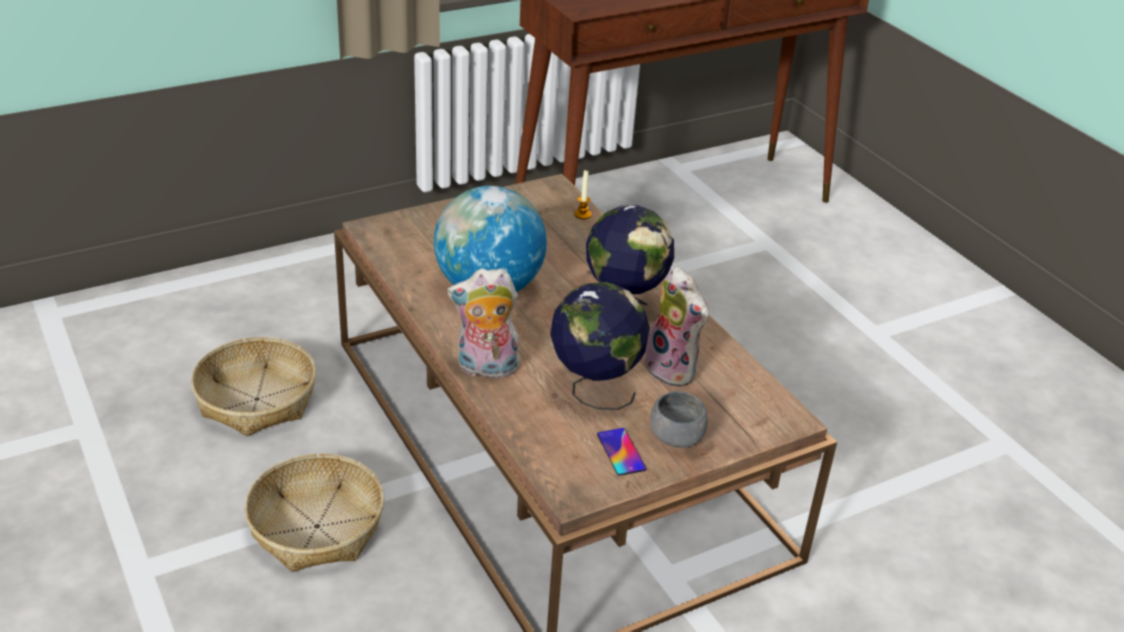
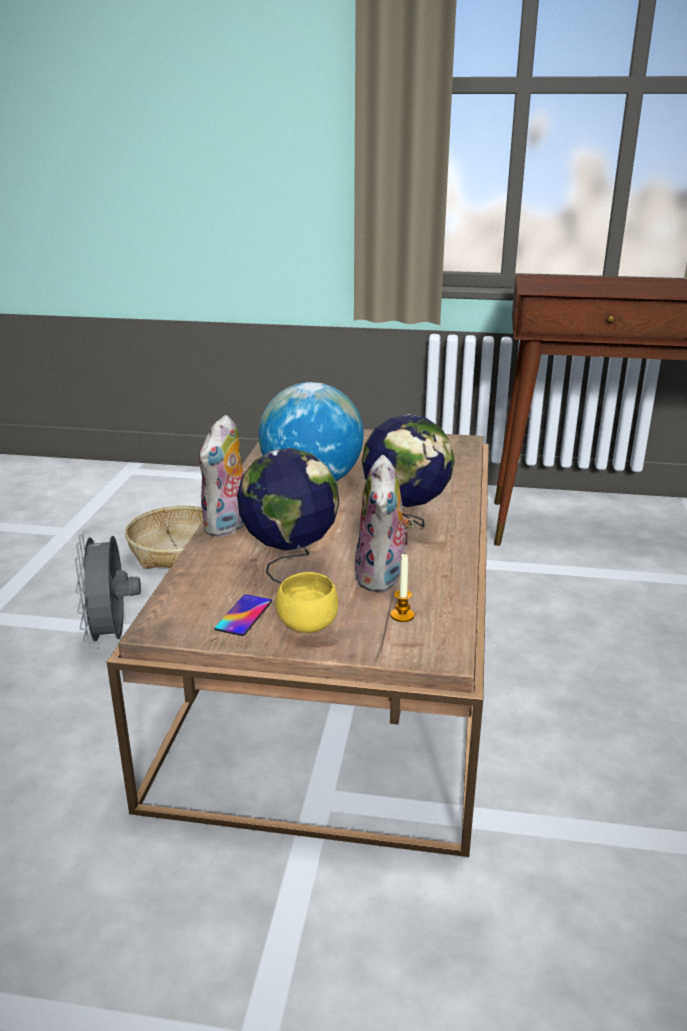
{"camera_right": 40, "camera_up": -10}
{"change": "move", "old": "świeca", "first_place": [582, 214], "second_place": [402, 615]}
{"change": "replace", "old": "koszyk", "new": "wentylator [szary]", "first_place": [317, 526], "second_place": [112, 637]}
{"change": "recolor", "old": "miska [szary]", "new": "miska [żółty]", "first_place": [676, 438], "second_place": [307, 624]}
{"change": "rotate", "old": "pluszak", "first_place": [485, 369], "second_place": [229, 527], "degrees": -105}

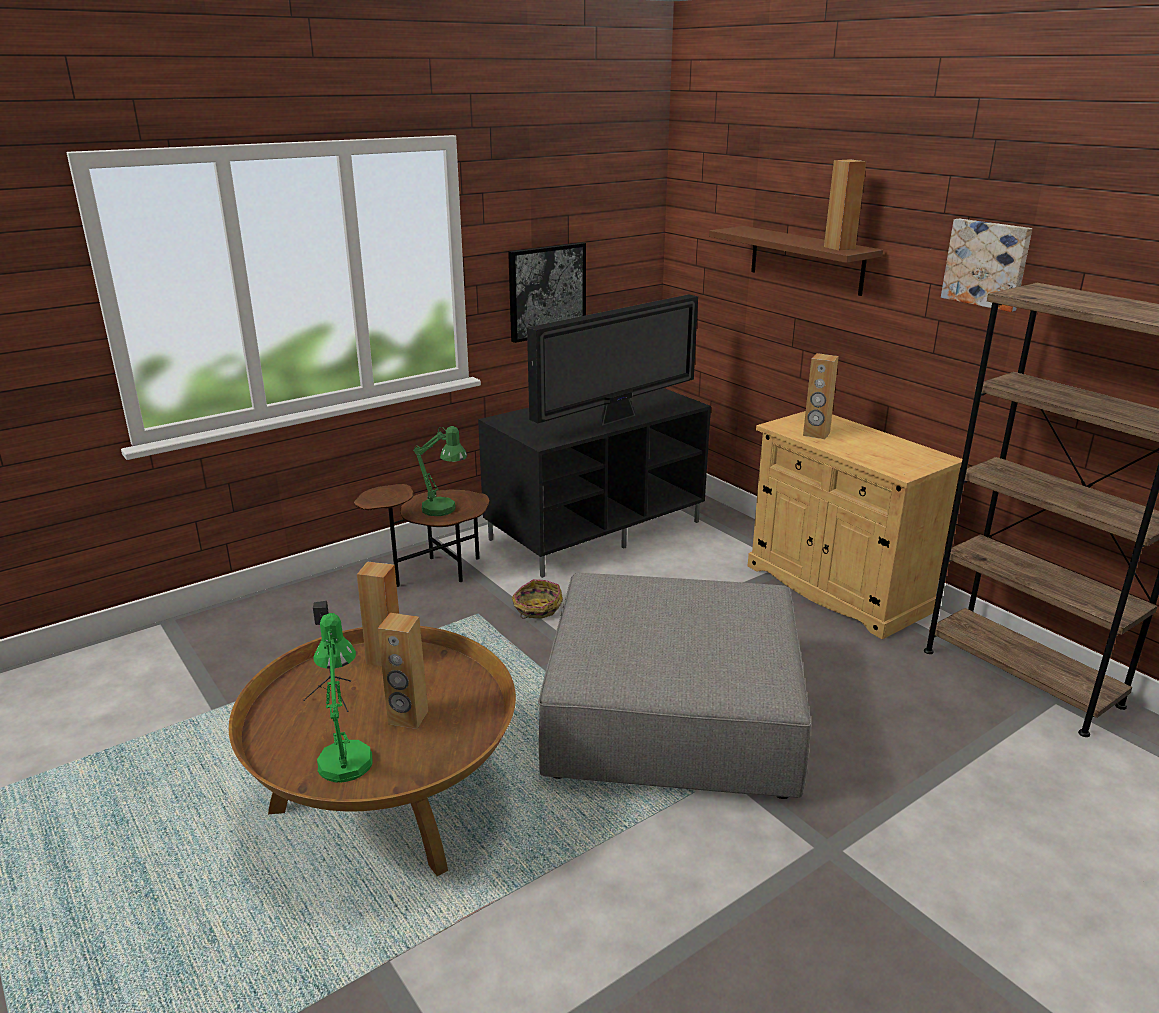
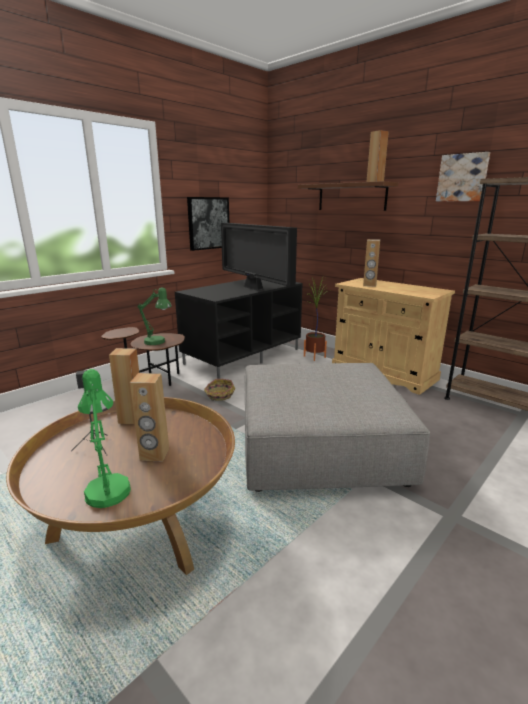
{"camera_right": -10, "camera_up": -5}
{"change": "insert", "new": "roślina doniczkowa", "second_place": [314, 356]}
{"change": "rotate", "old": "telewizor", "first_place": [617, 418], "second_place": [254, 288], "degrees": 105}

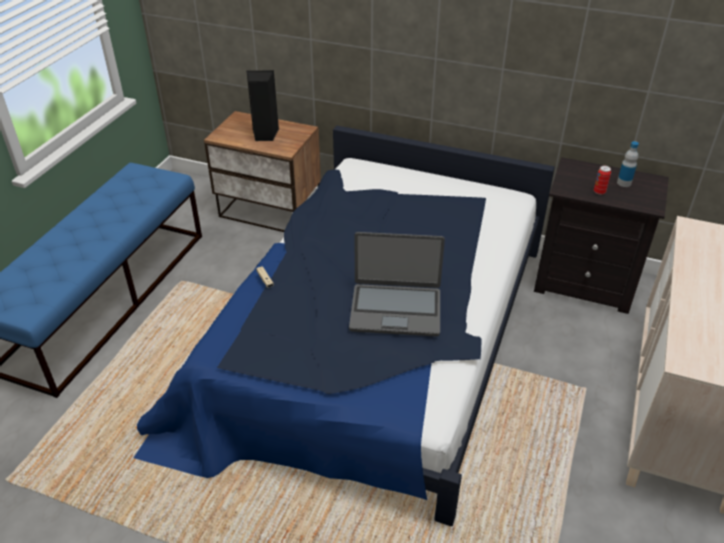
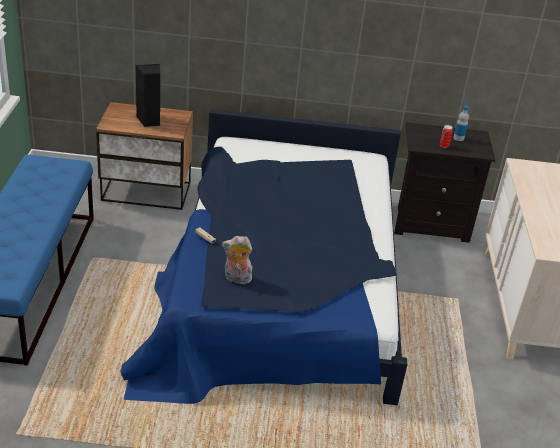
{"camera_right": -20, "camera_up": -5}
{"change": "delete", "old": "laptop", "first_place": [395, 310]}
{"change": "insert", "new": "pluszak", "second_place": [236, 279]}

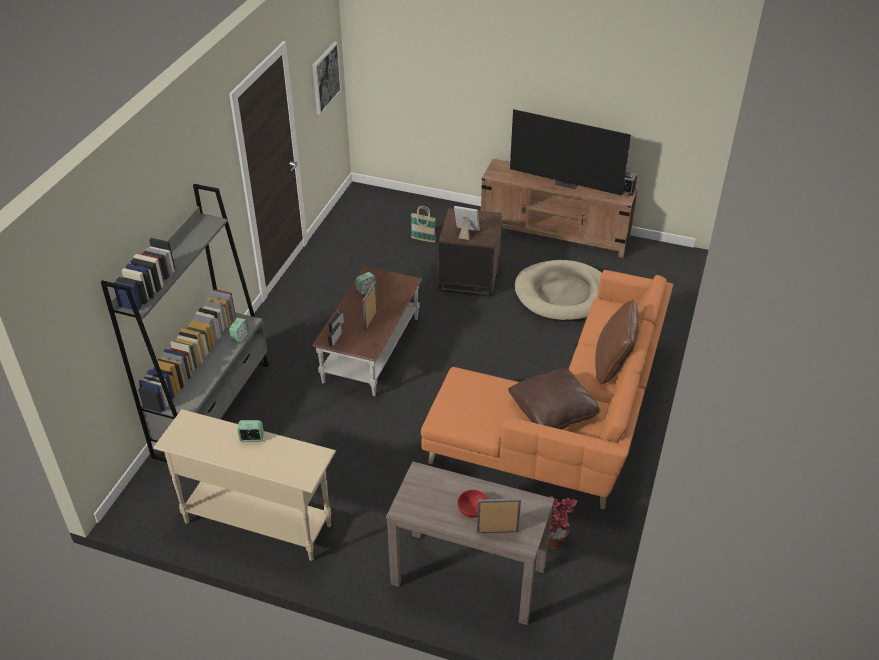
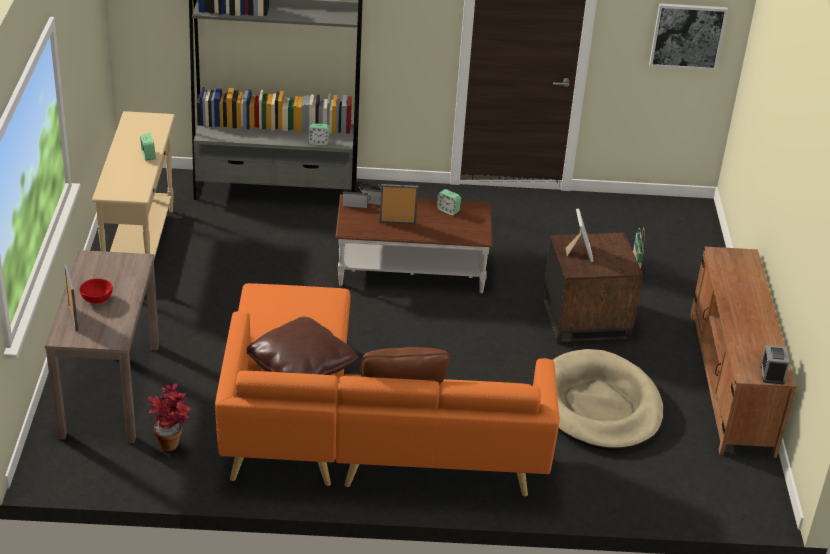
{"camera_right": 70, "camera_up": -5}
{"change": "delete", "old": "telewizor", "first_place": [567, 183]}

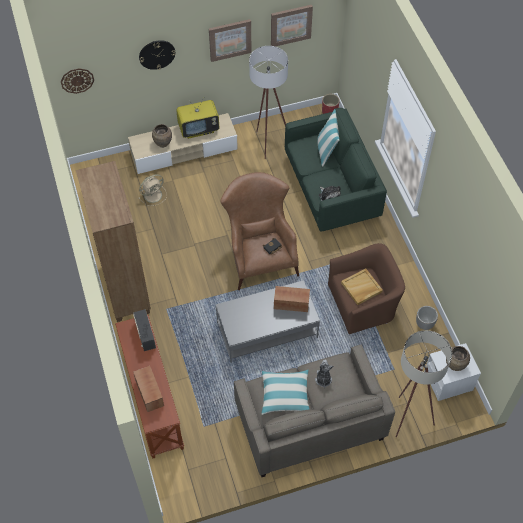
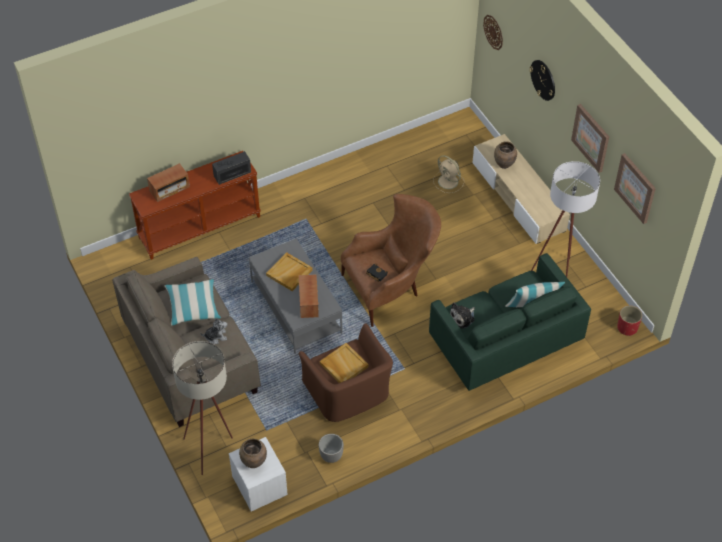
{"camera_right": 80, "camera_up": -5}
{"change": "delete", "old": "regał [brązowy]", "first_place": [126, 288]}
{"change": "delete", "old": "telewizor", "first_place": [199, 129]}
{"change": "insert", "new": "taca [beżowy]", "second_place": [289, 273]}

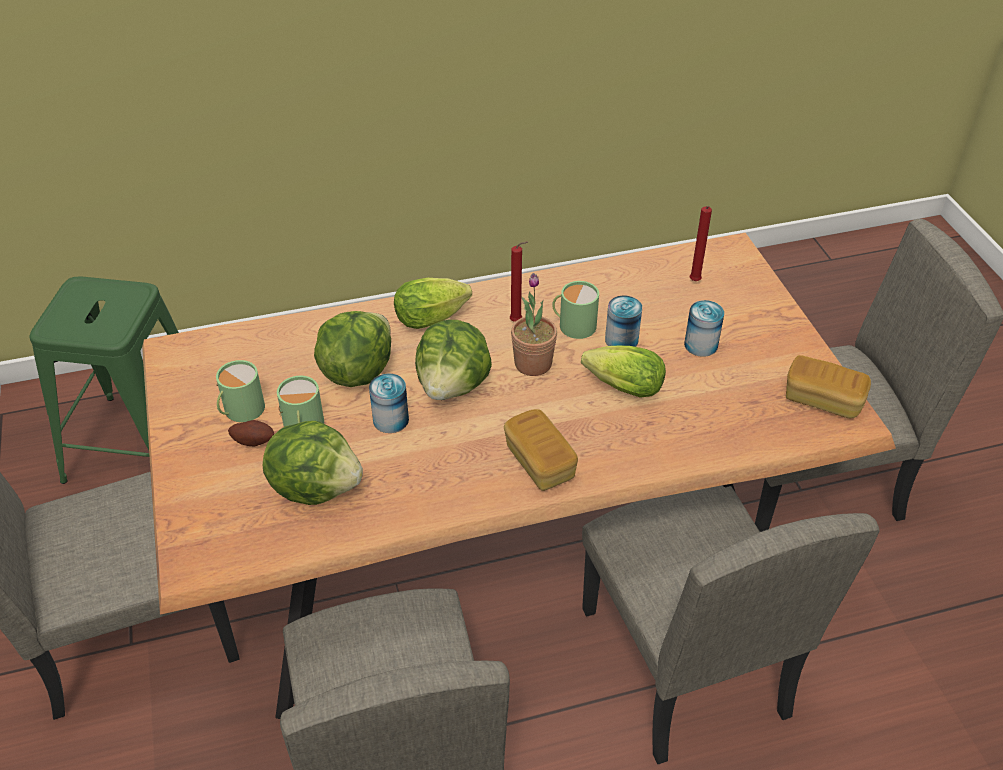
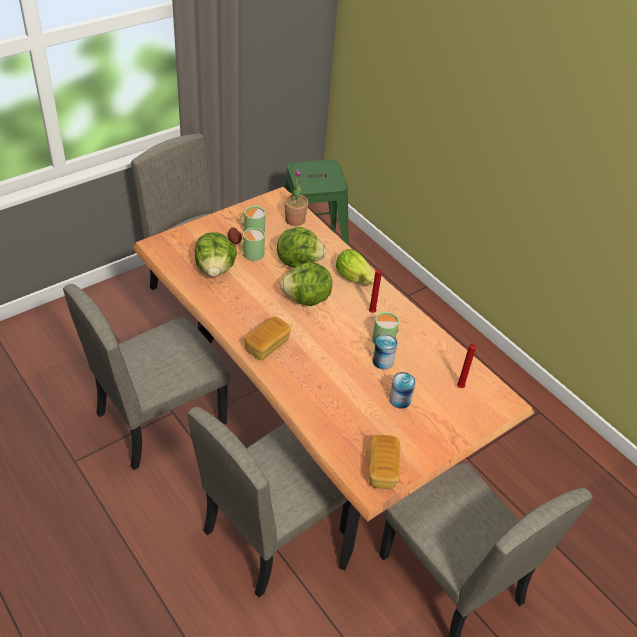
{"camera_right": 65, "camera_up": 0}
{"change": "delete", "old": "puszka", "first_place": [390, 420]}
{"change": "delete", "old": "sałata", "first_place": [619, 387]}
{"change": "move", "old": "roślina doniczkowa", "first_place": [533, 363], "second_place": [295, 220]}

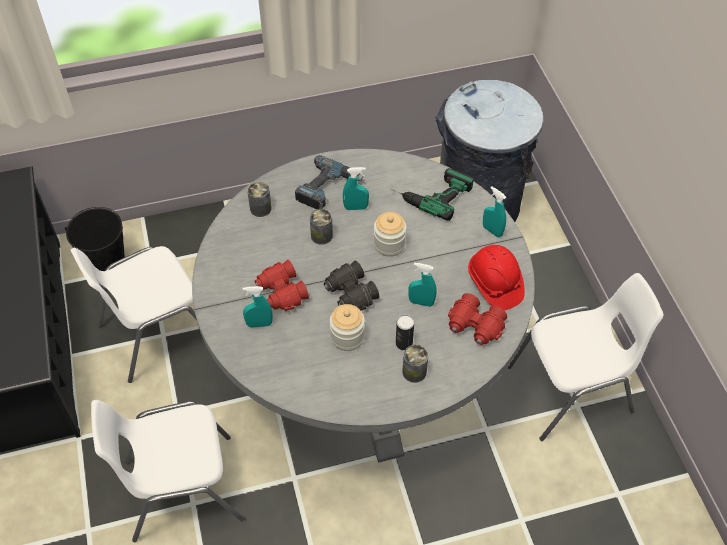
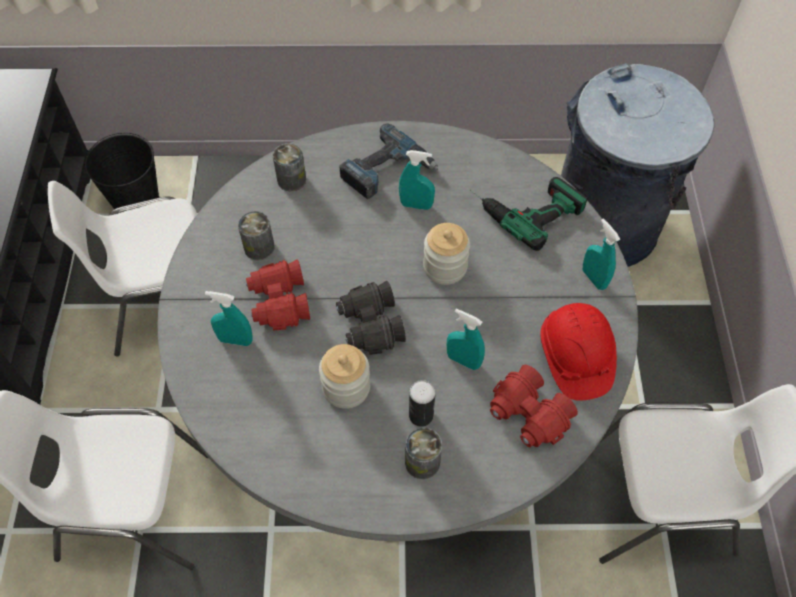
{"camera_right": 15, "camera_up": 5}
{"change": "move", "old": "puszka", "first_place": [321, 235], "second_place": [259, 247]}

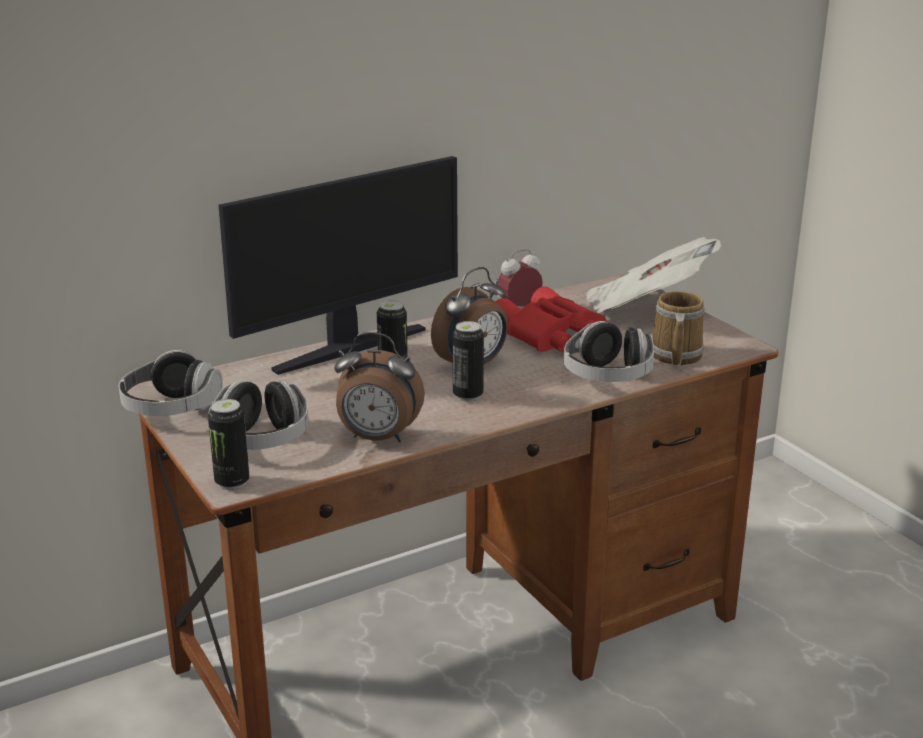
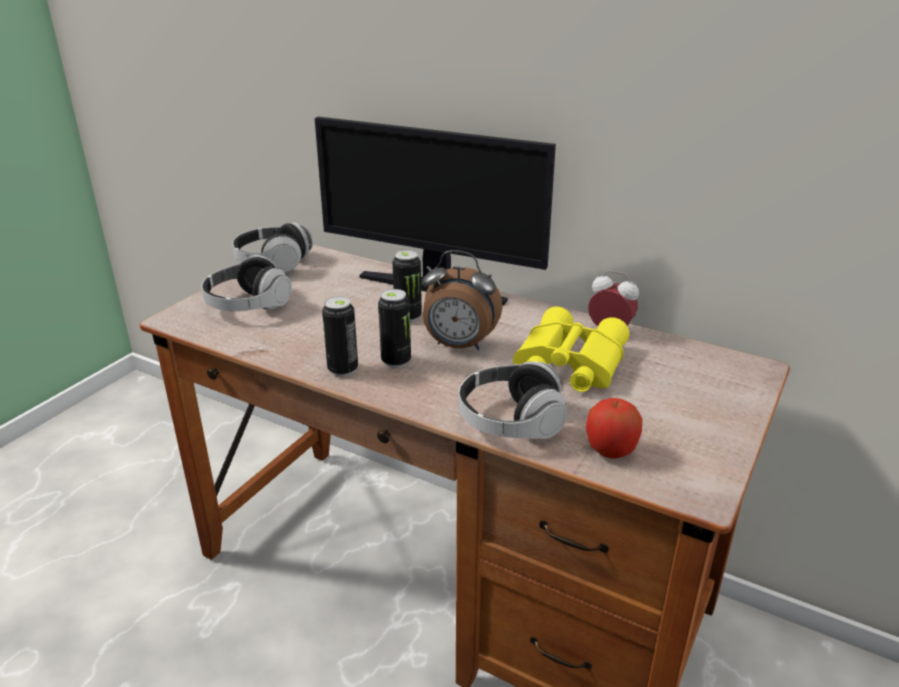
{"camera_right": 60, "camera_up": 5}
{"change": "delete", "old": "budzik", "first_place": [378, 438]}
{"change": "delete", "old": "gazeta", "first_place": [645, 308]}
{"change": "move", "old": "puszka", "first_place": [232, 482], "second_place": [343, 369]}
{"change": "replace", "old": "kubek", "new": "jabłko", "first_place": [674, 356], "second_place": [610, 450]}
{"change": "recolor", "old": "lornetka [czerwony]", "new": "lornetka [żółty]", "first_place": [549, 335], "second_place": [567, 363]}

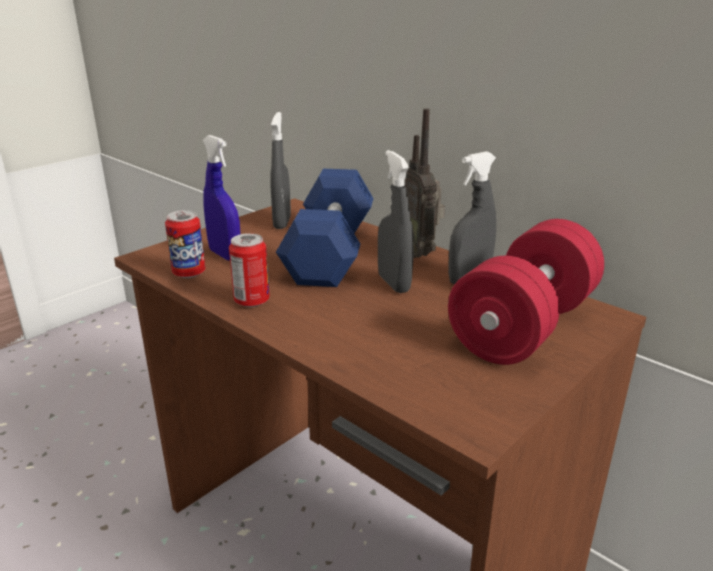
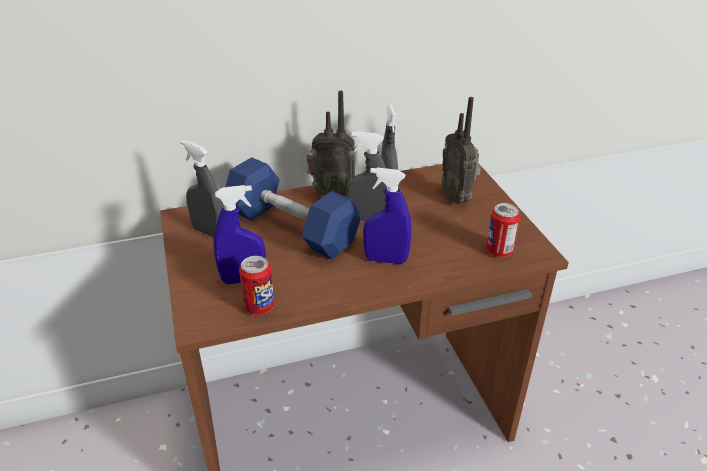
{"camera_right": -60, "camera_up": 10}
{"change": "insert", "new": "spryskiwacz [niebieski]", "second_place": [386, 260]}
{"change": "move", "old": "puszka", "first_place": [252, 301], "second_place": [499, 251]}
{"change": "replace", "old": "hantel [czerwony]", "new": "radio", "first_place": [523, 327], "second_place": [457, 197]}

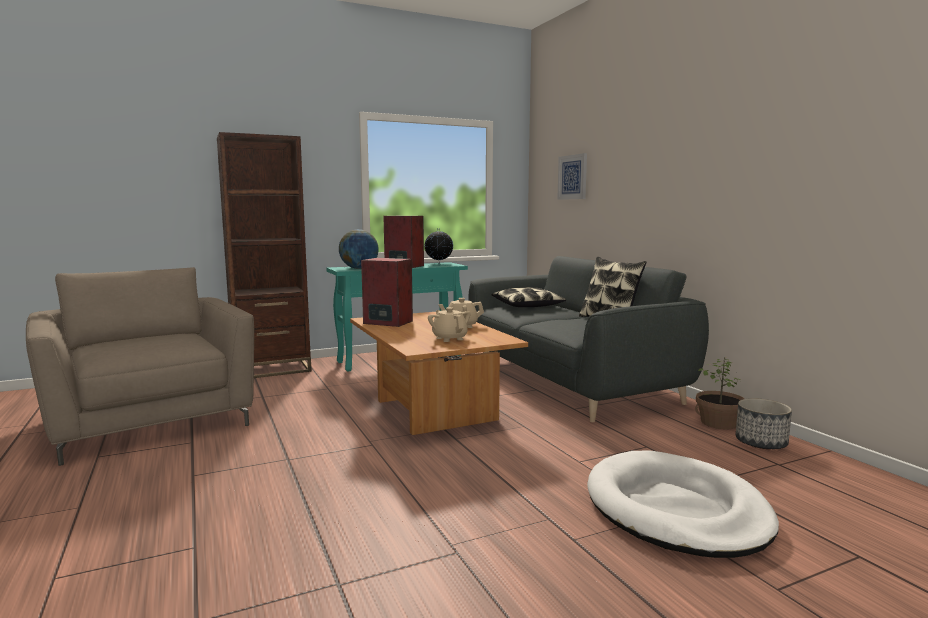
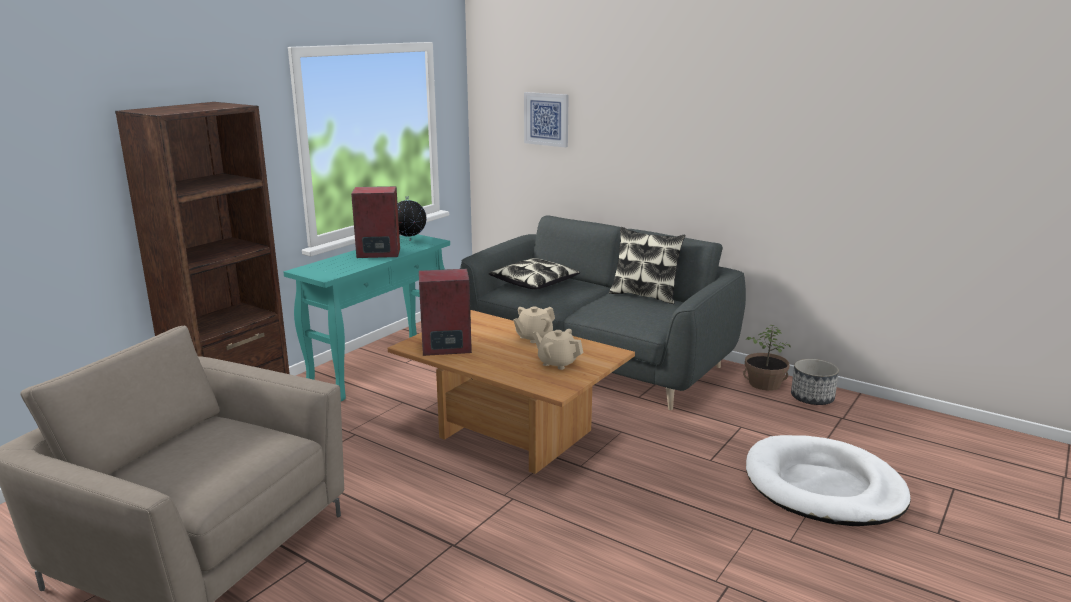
{"camera_right": -30, "camera_up": 10}
{"change": "delete", "old": "globus", "first_place": [359, 268]}

